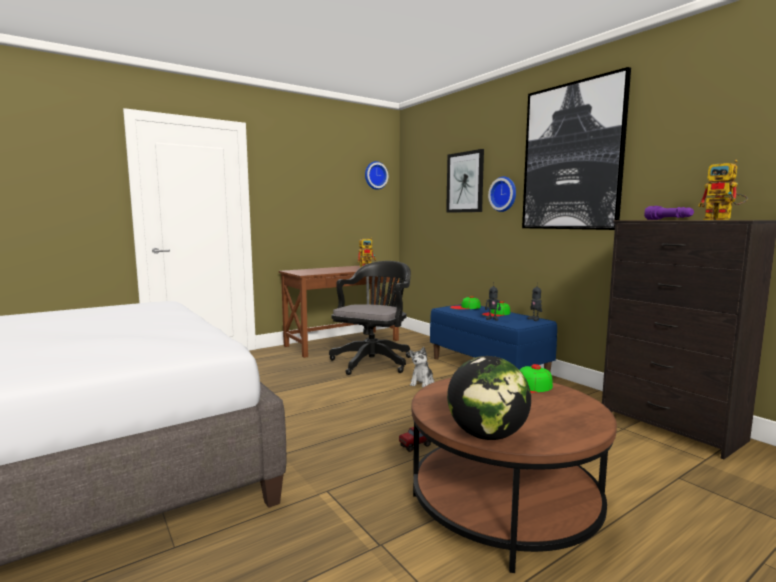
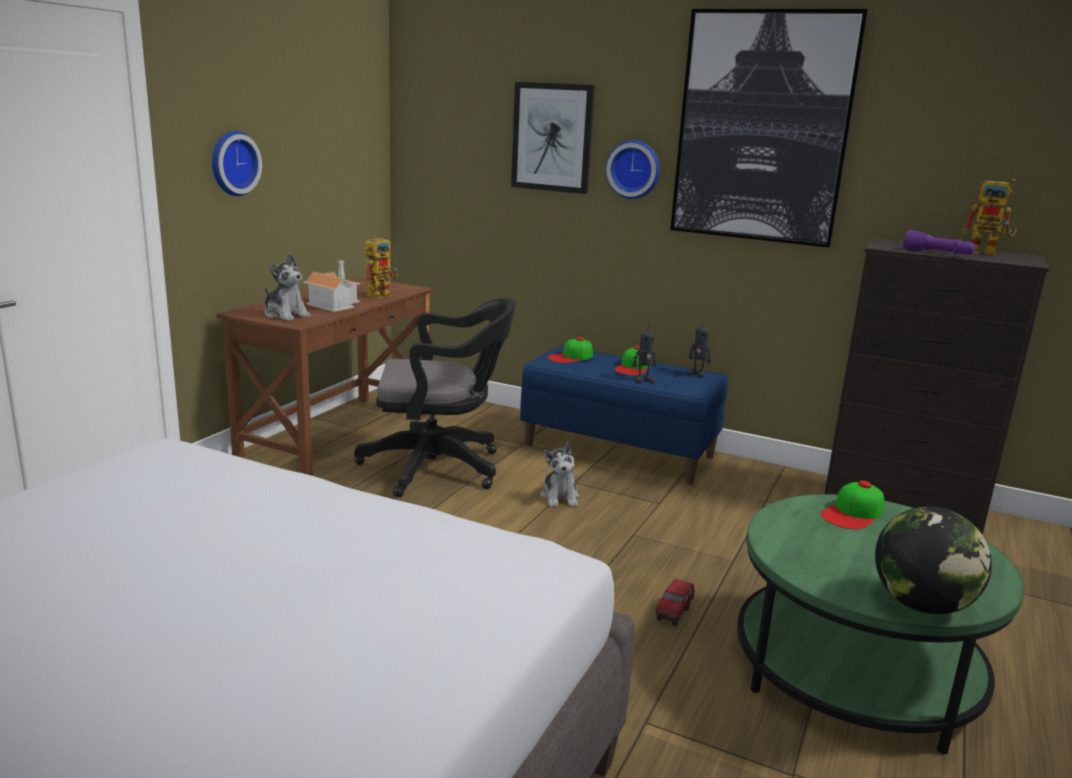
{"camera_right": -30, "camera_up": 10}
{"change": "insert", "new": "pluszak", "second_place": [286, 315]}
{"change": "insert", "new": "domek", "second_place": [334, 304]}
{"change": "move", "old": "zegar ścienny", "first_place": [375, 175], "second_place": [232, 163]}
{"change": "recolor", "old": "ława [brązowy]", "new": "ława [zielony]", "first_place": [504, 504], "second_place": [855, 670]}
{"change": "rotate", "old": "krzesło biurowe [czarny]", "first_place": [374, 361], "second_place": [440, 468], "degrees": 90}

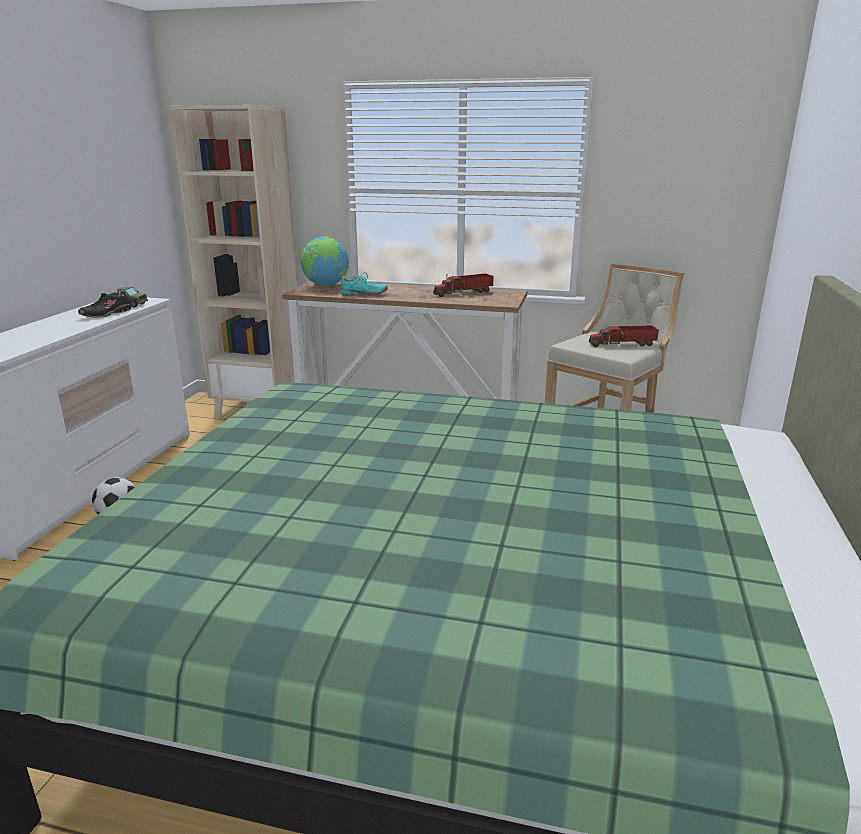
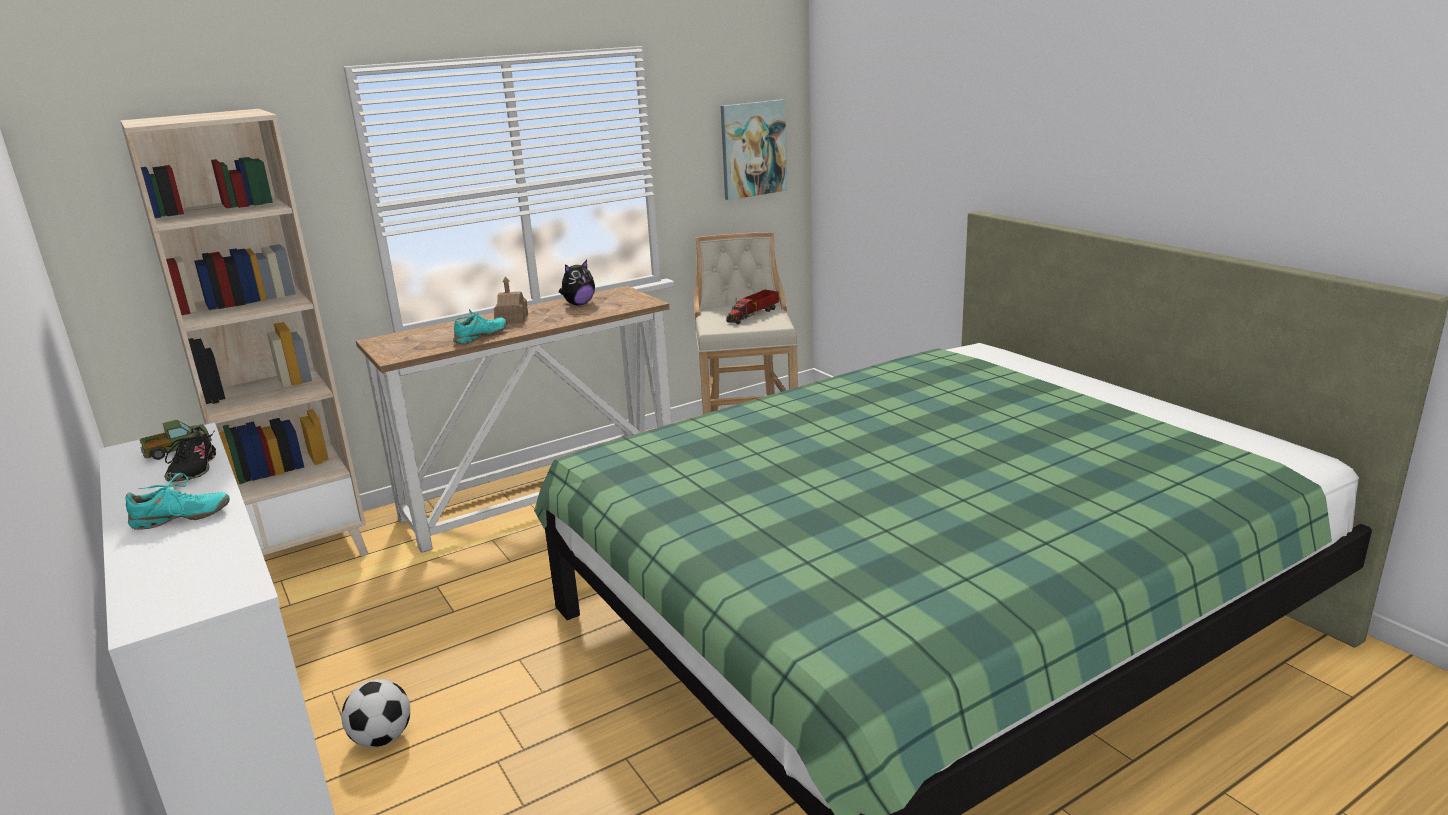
{"camera_right": -45, "camera_up": 0}
{"change": "delete", "old": "globus", "first_place": [326, 286]}
{"change": "insert", "new": "but [turkusowy]", "second_place": [181, 518]}
{"change": "insert", "new": "domek", "second_place": [512, 319]}
{"change": "insert", "new": "obraz", "second_place": [753, 149]}
{"change": "replace", "old": "ciężarówka zabawkowa", "new": "pluszak", "first_place": [464, 293], "second_place": [579, 304]}

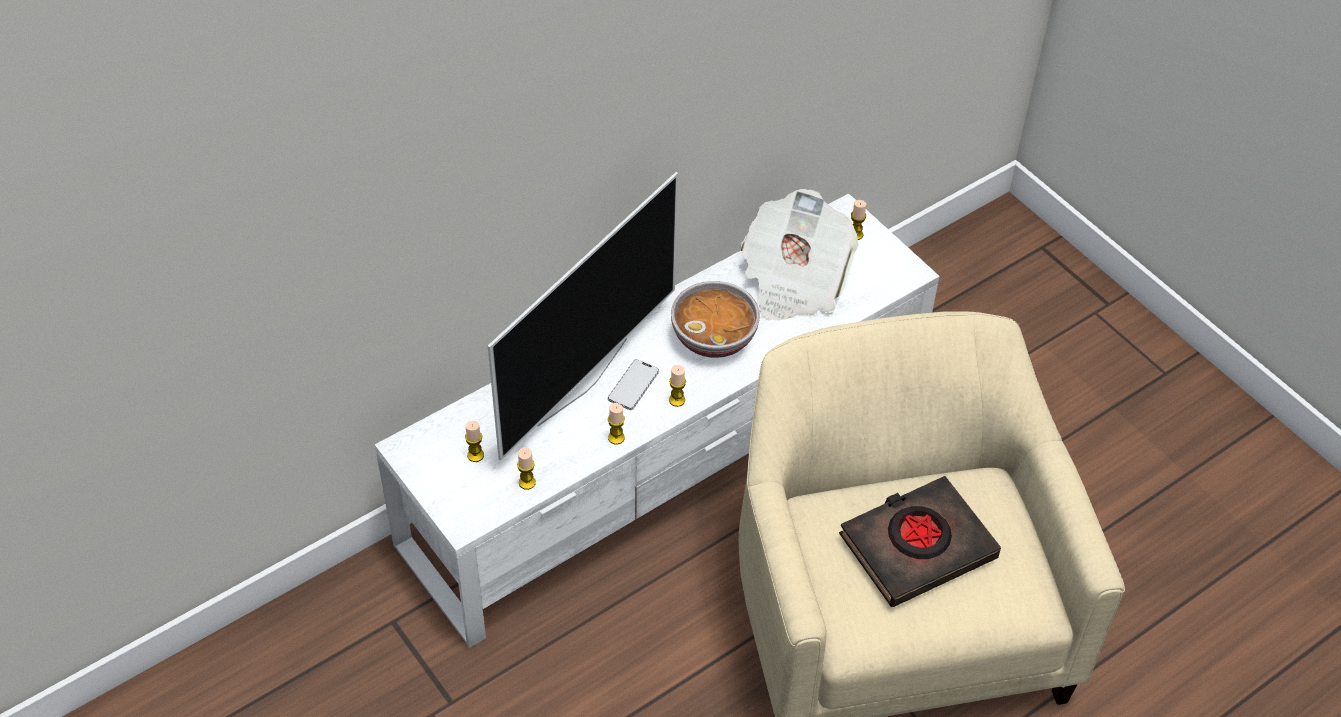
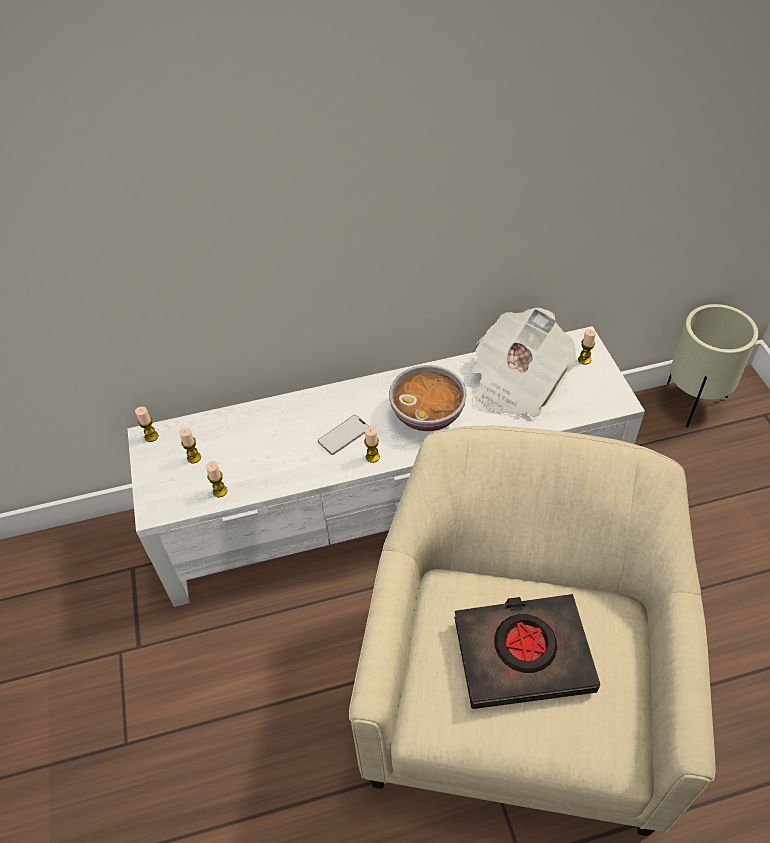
{"camera_right": 25, "camera_up": 0}
{"change": "delete", "old": "telewizor", "first_place": [581, 380]}
{"change": "insert", "new": "donica [beżowy]", "second_place": [692, 402]}
{"change": "move", "old": "świeca", "first_place": [616, 437], "second_place": [151, 436]}

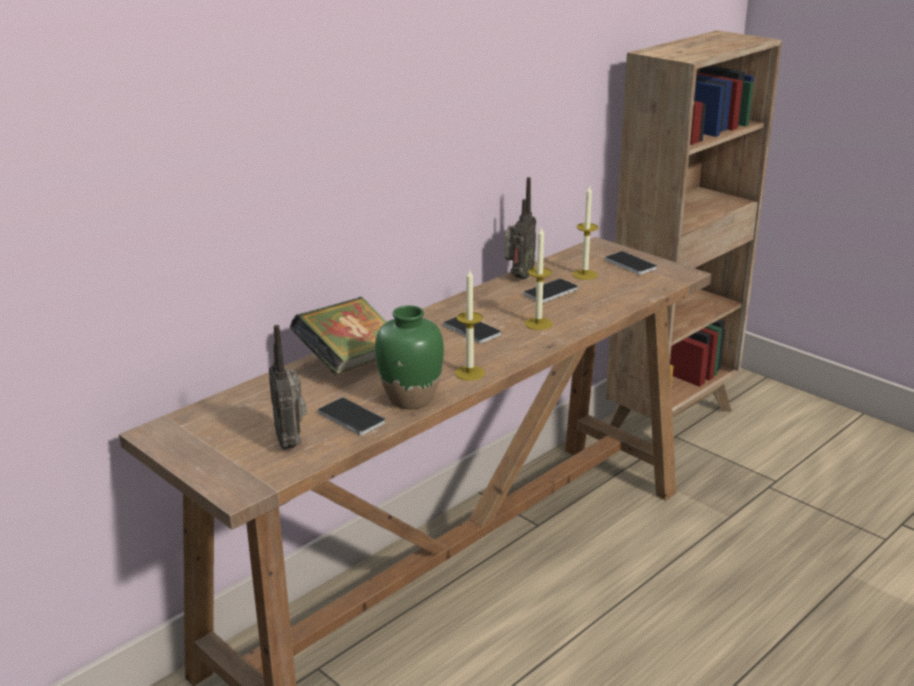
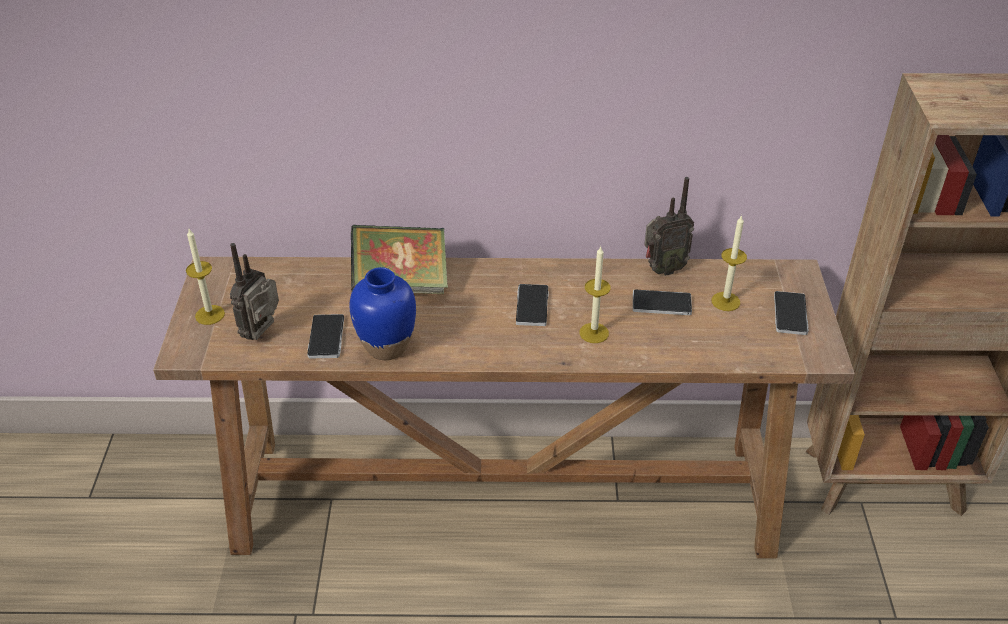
{"camera_right": 45, "camera_up": 15}
{"change": "move", "old": "świeca", "first_place": [470, 373], "second_place": [210, 315]}
{"change": "recolor", "old": "wazon [zielony]", "new": "wazon [niebieski]", "first_place": [410, 399], "second_place": [386, 347]}

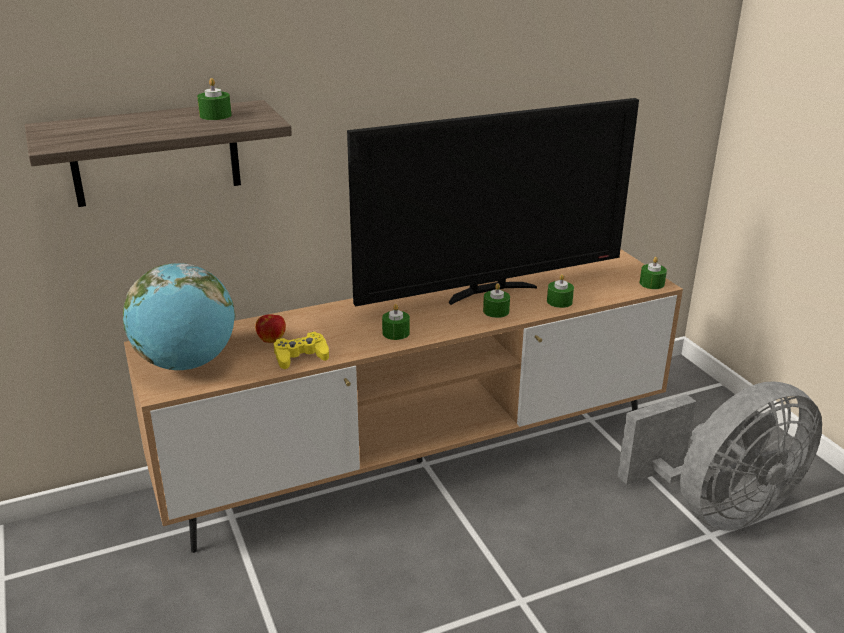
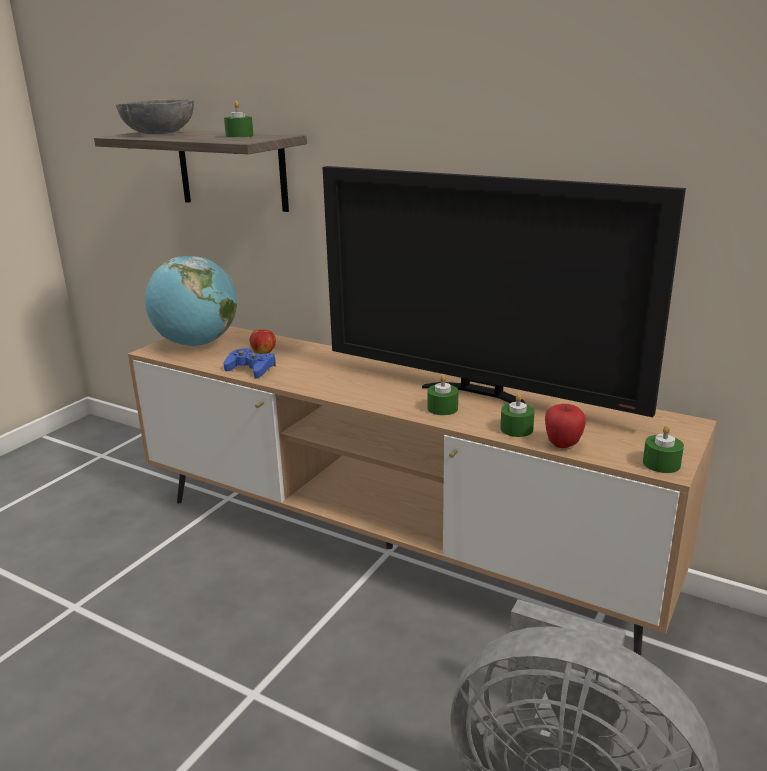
{"camera_right": 55, "camera_up": -5}
{"change": "delete", "old": "świeca [zielony]", "first_place": [396, 333]}
{"change": "insert", "new": "miska [szary]", "second_place": [160, 133]}
{"change": "insert", "new": "jabłko", "second_place": [563, 445]}
{"change": "recolor", "old": "pad do gier [żółty]", "new": "pad do gier [niebieski]", "first_place": [301, 356], "second_place": [251, 369]}

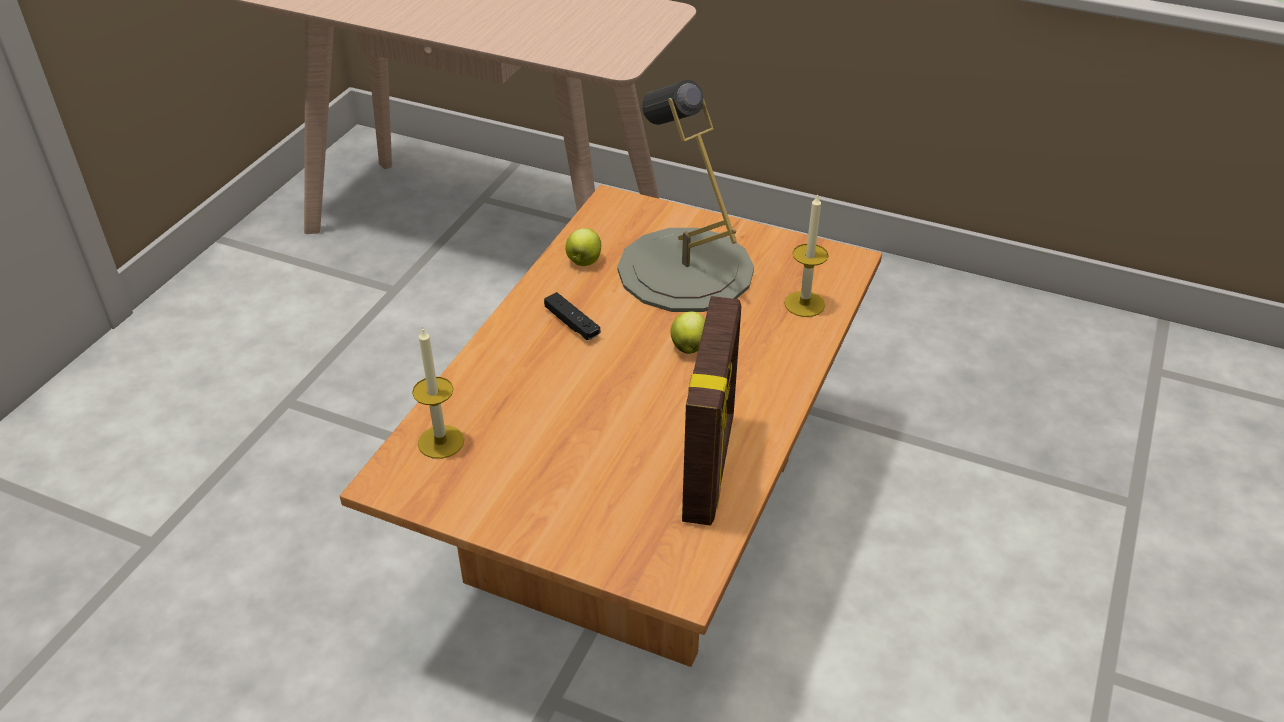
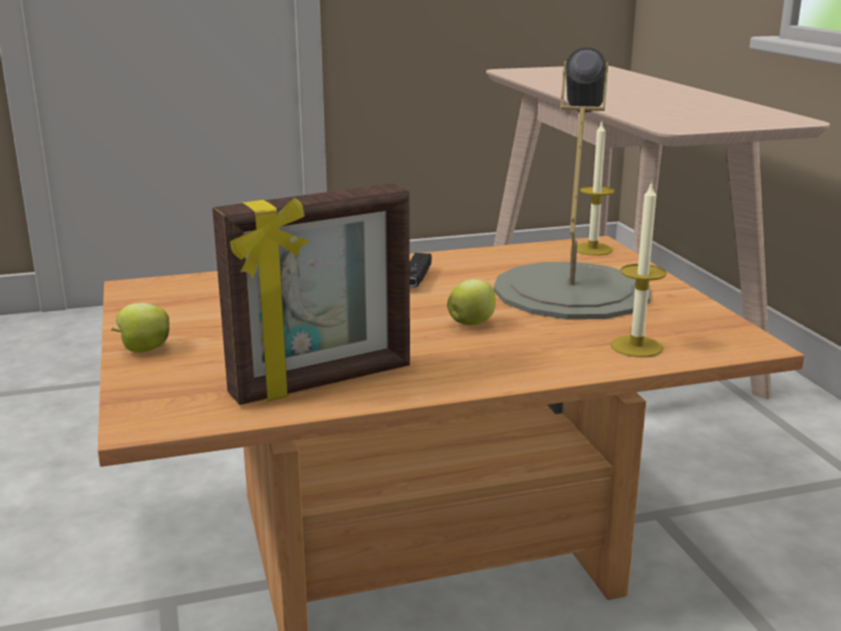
{"camera_right": 50, "camera_up": -20}
{"change": "move", "old": "świeca", "first_place": [441, 442], "second_place": [593, 249]}
{"change": "move", "old": "jabłko", "first_place": [584, 262], "second_place": [143, 350]}

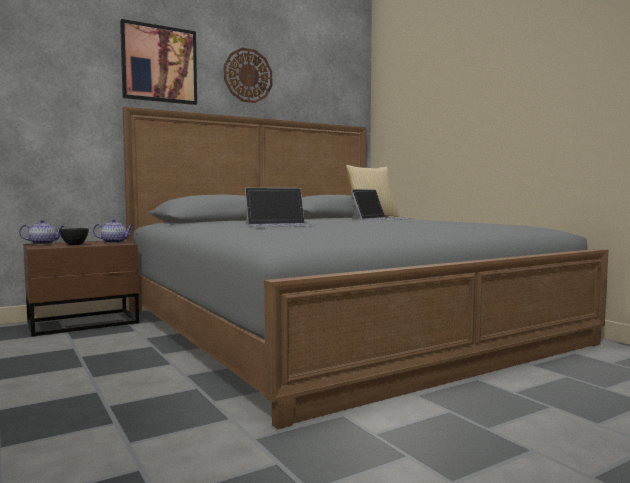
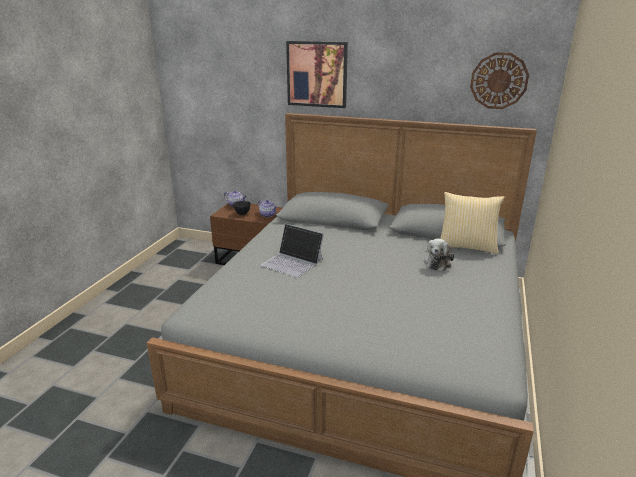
{"camera_right": 50, "camera_up": 20}
{"change": "move", "old": "zegar ścienny", "first_place": [248, 75], "second_place": [499, 81]}
{"change": "replace", "old": "laptop", "new": "pluszak", "first_place": [382, 219], "second_place": [438, 263]}

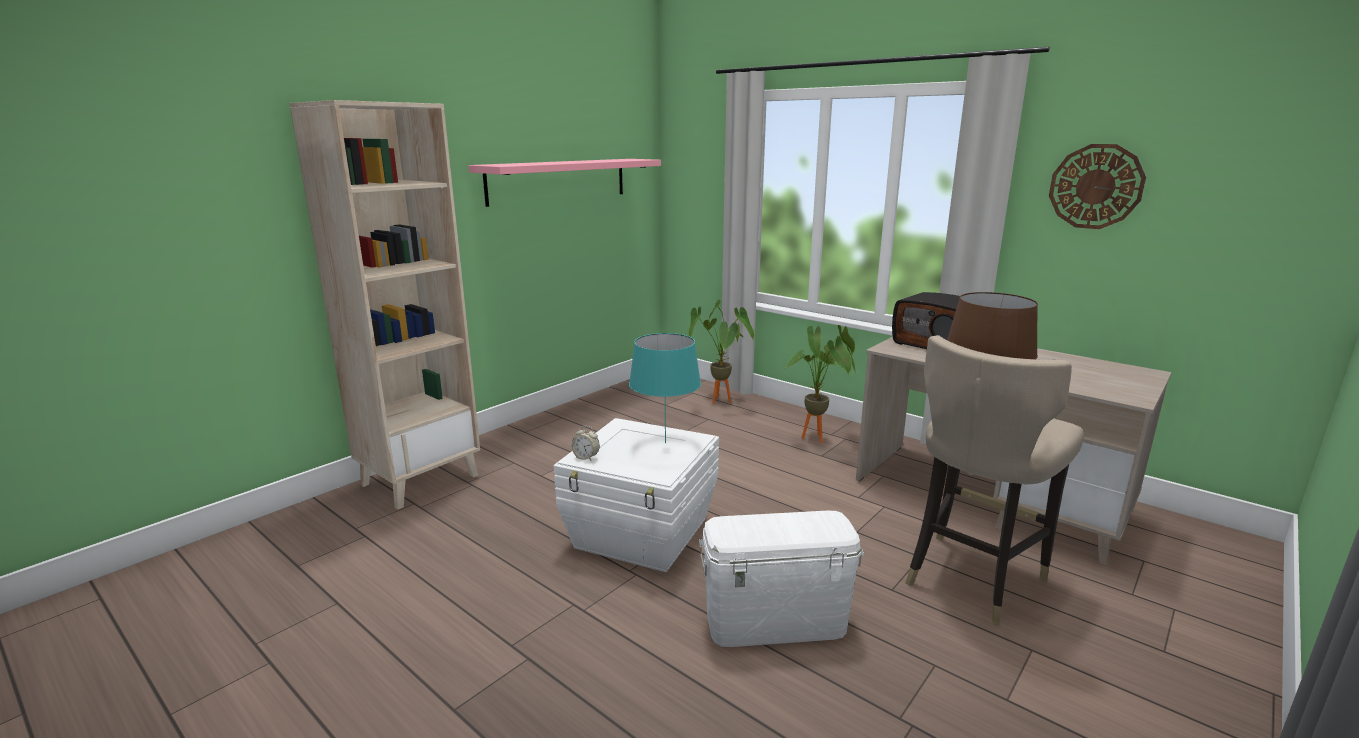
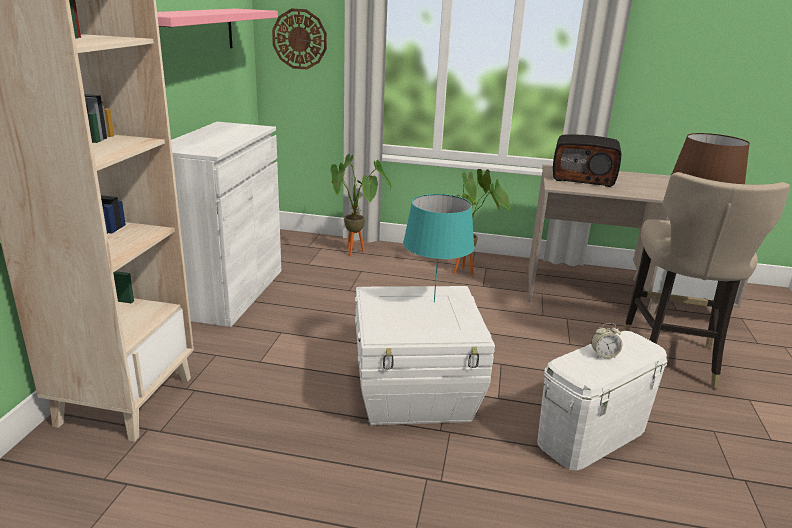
{"camera_right": -30, "camera_up": 5}
{"change": "insert", "new": "szafka [biały]", "second_place": [229, 292]}
{"change": "move", "old": "budzik", "first_place": [586, 457], "second_place": [604, 355]}
{"change": "move", "old": "zegar ścienny", "first_place": [1095, 186], "second_place": [299, 39]}

